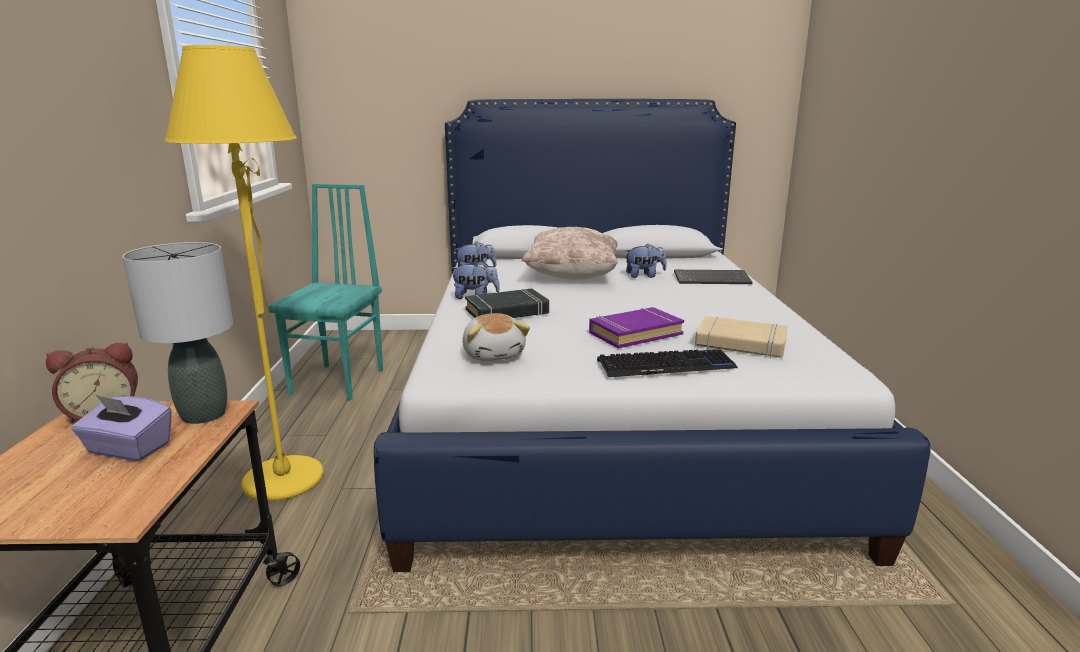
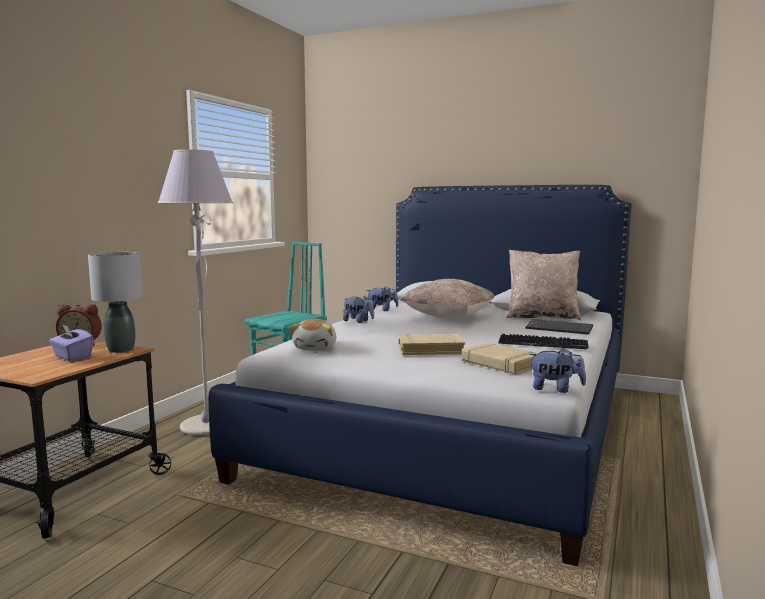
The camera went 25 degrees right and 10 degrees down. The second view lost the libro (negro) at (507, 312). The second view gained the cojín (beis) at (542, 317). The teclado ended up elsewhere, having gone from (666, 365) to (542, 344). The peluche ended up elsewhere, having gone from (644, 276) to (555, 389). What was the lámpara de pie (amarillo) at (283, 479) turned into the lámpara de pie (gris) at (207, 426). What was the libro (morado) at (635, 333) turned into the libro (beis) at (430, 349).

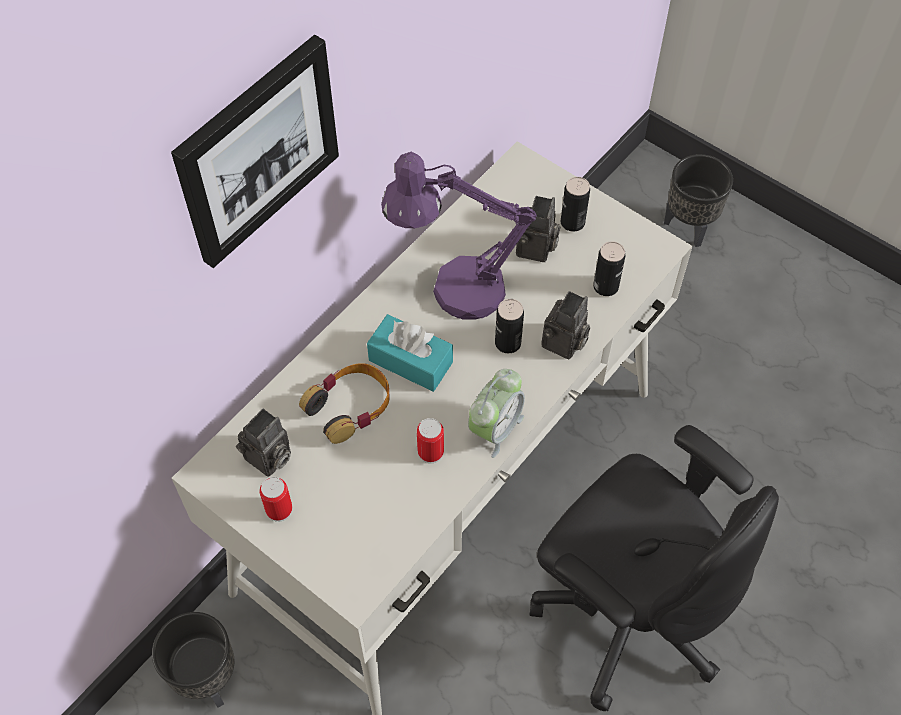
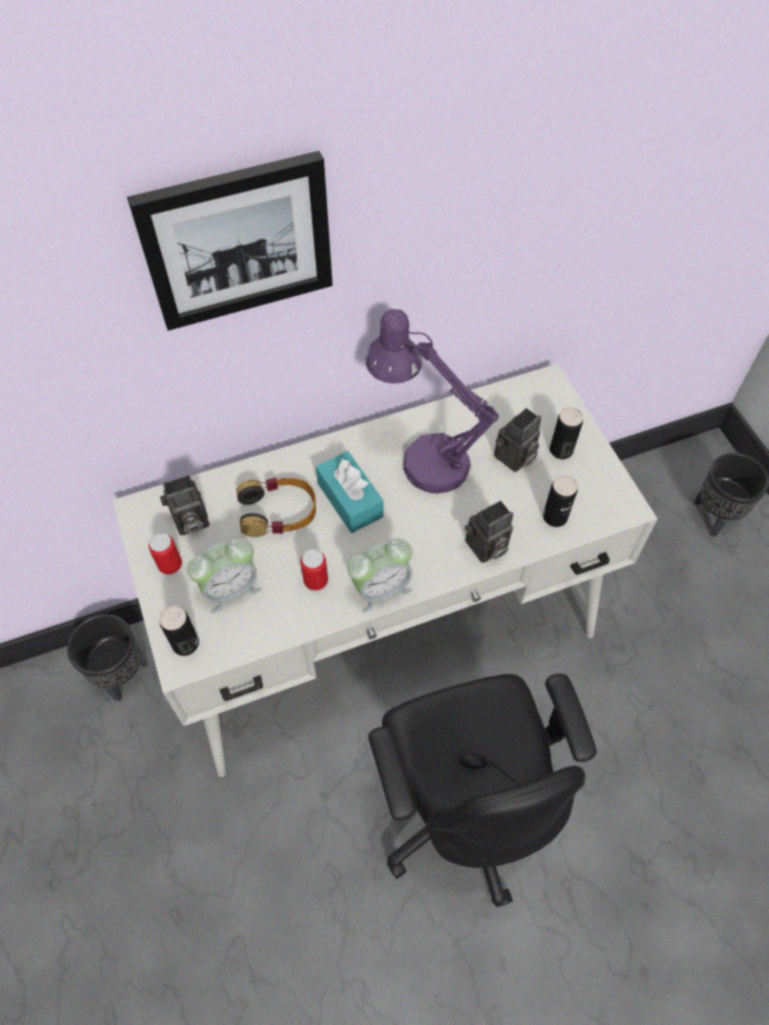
The camera went 30 degrees right and 0 degrees up. The second view gained the despertador at (230, 589). The lata ended up elsewhere, having gone from (508, 343) to (185, 643).

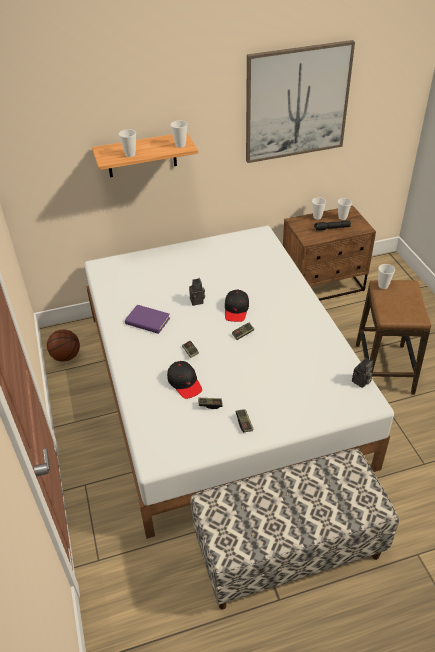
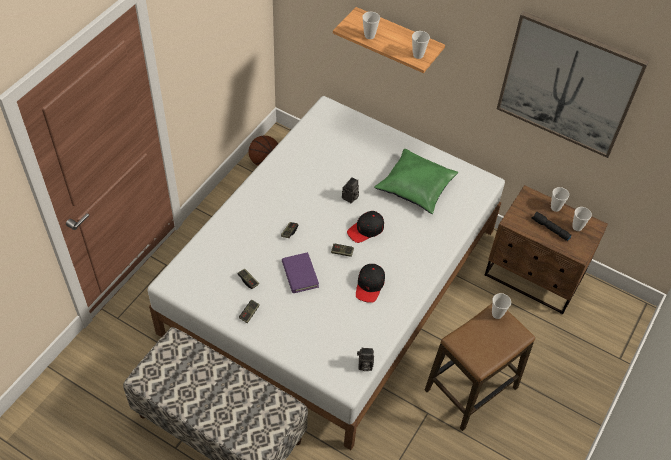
The camera went 45 degrees right and 10 degrees up. The second view gained the cojín (verde) at (416, 187). The libro (morado) ended up elsewhere, having gone from (147, 321) to (300, 274). The gorra (negro) ended up elsewhere, having gone from (184, 383) to (369, 285).

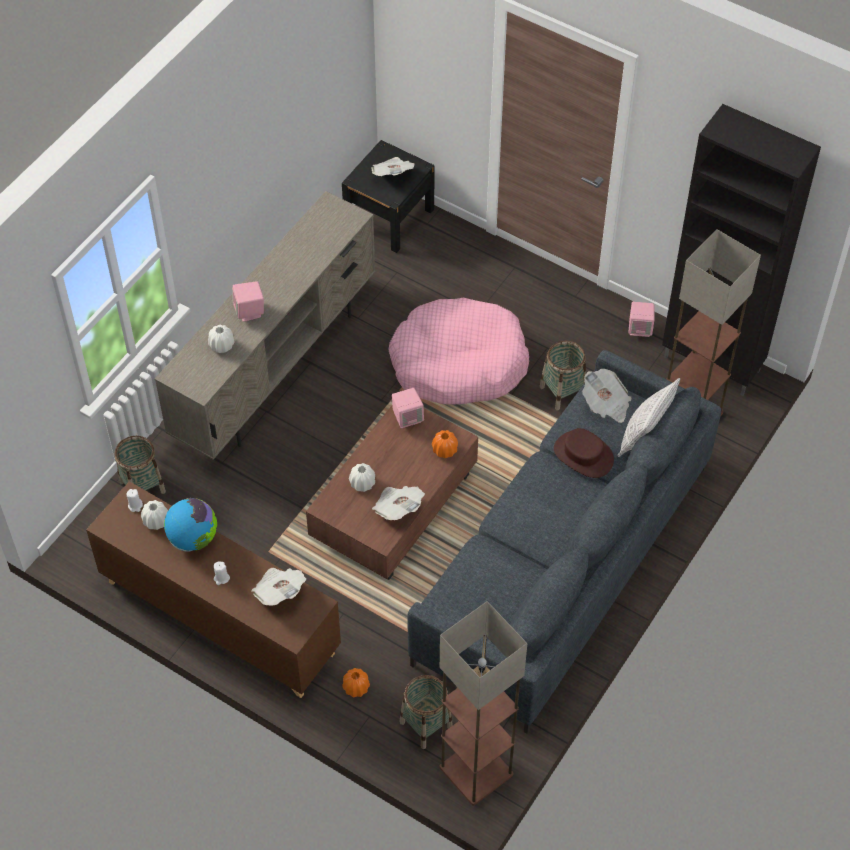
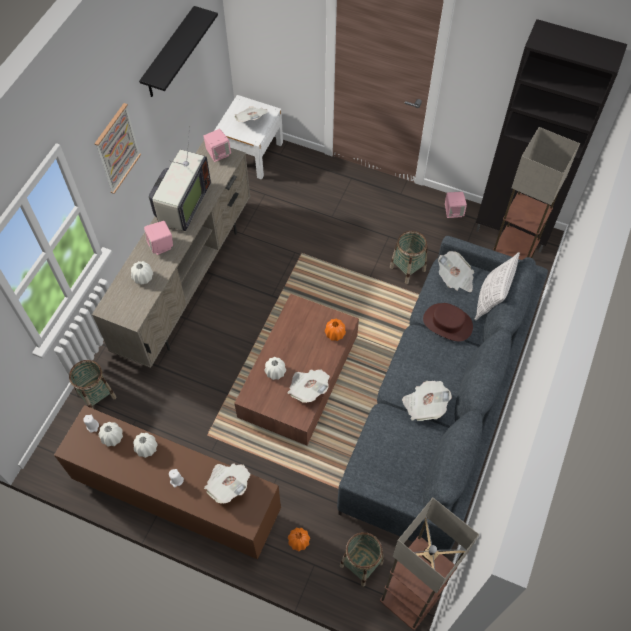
The camera went 10 degrees left and 5 degrees up. The second view lost the cama para perro (rosa) at (458, 363). The second view gained the cuadro at (117, 148). The second view gained the estante (negro) at (169, 54). The second view gained the televisor at (182, 205). The second view gained the periódico at (424, 405). The altavoz (rosa) ended up elsewhere, having gone from (408, 418) to (218, 154). Where the globo terráqueo stood at (193, 538), the florero (blanco) came to stand at (146, 448). What was the mesita de noche (negro) at (389, 218) turned into the mesita de noche (blanco) at (251, 153).

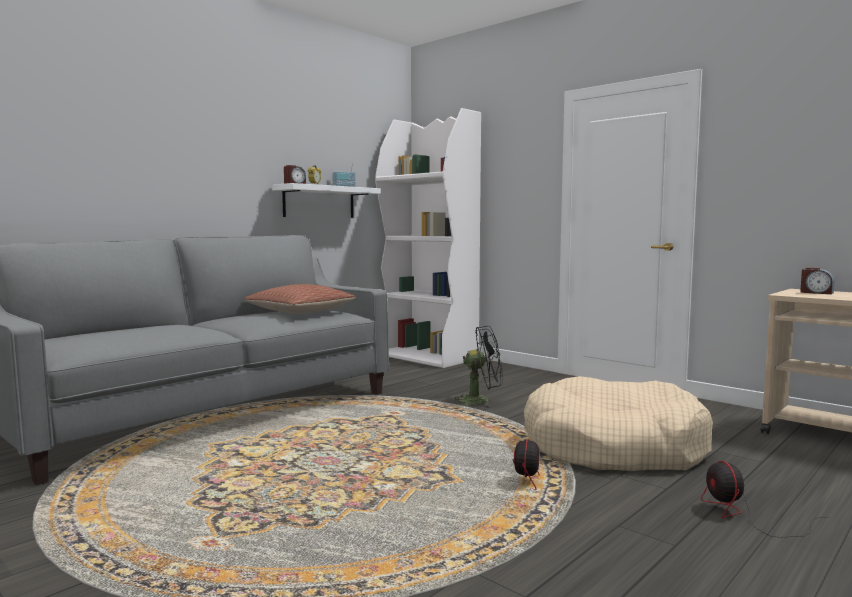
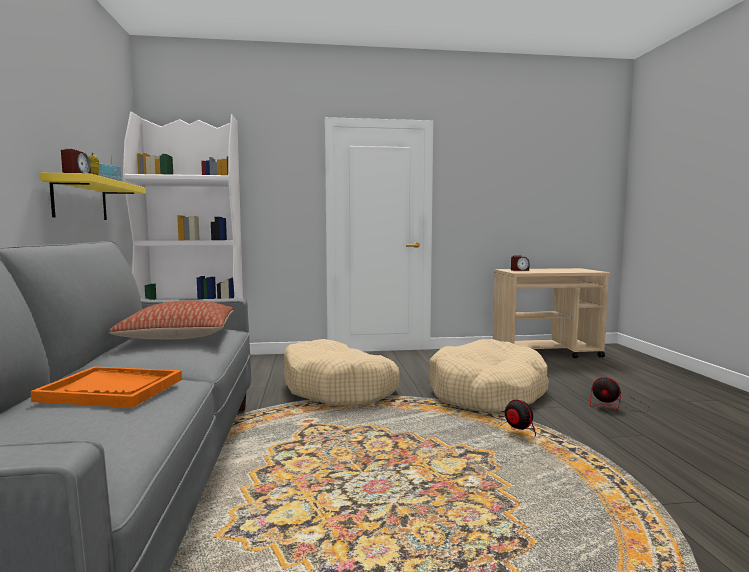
The camera went 50 degrees left and 0 degrees up. The second view gained the bandeja (naranja) at (112, 390). Where the ventilador (negro) stood at (480, 401), the cama para perro (beis) came to stand at (338, 388). What was the estante (blanco) at (319, 202) turned into the estante (amarillo) at (80, 199).

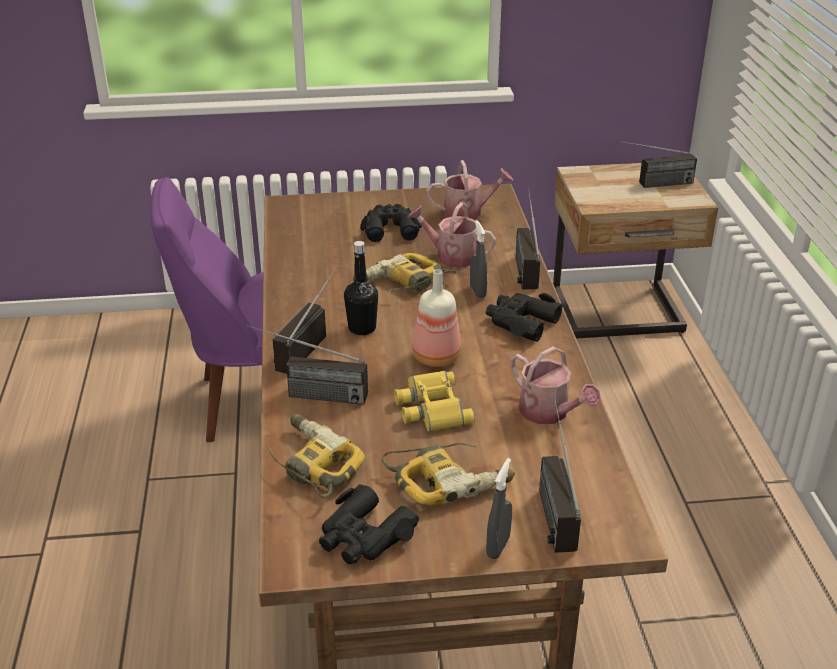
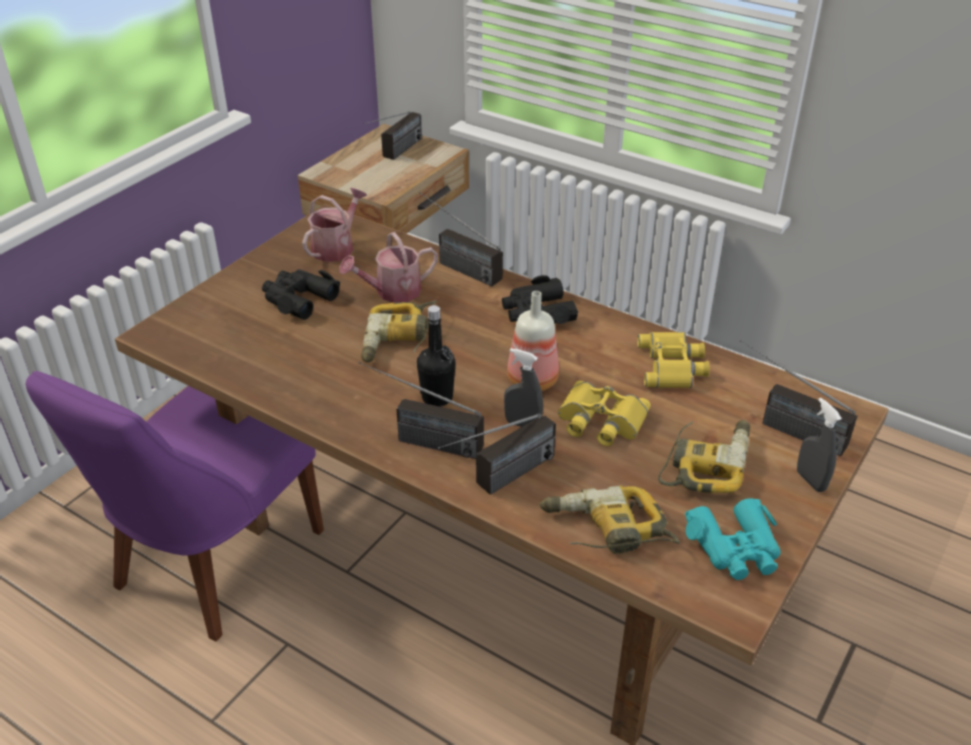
The camera went 50 degrees left and 5 degrees up. The pulverizador (gris) ended up elsewhere, having gone from (477, 292) to (522, 424). Where the regadera stood at (549, 413), the prismáticos (amarillo) came to stand at (673, 366). What was the prismáticos (negro) at (364, 537) turned into the prismáticos (turquesa) at (735, 548). The radio at (308, 342) ended up facing another way, 45 degrees counterclockwise from before.

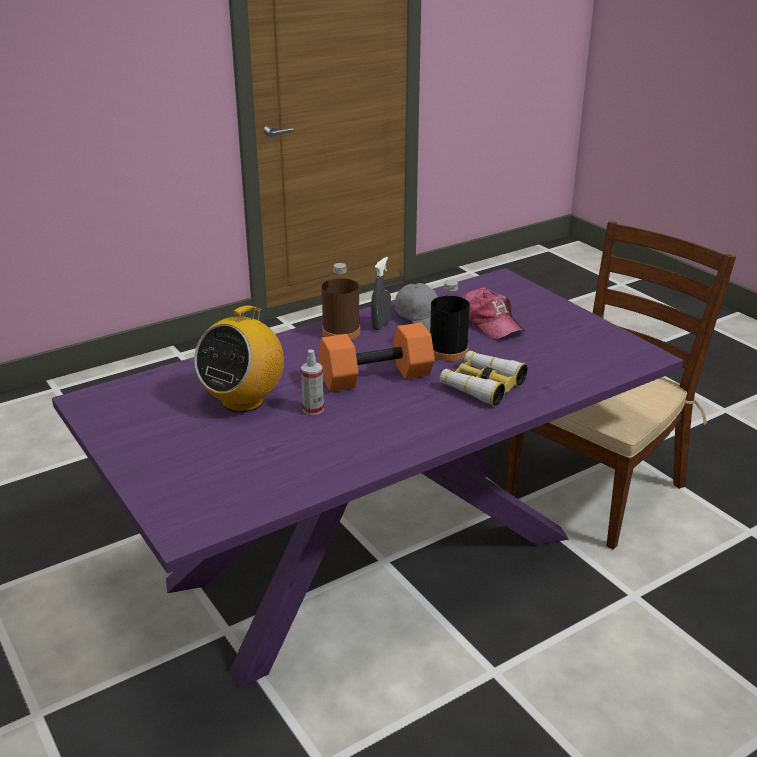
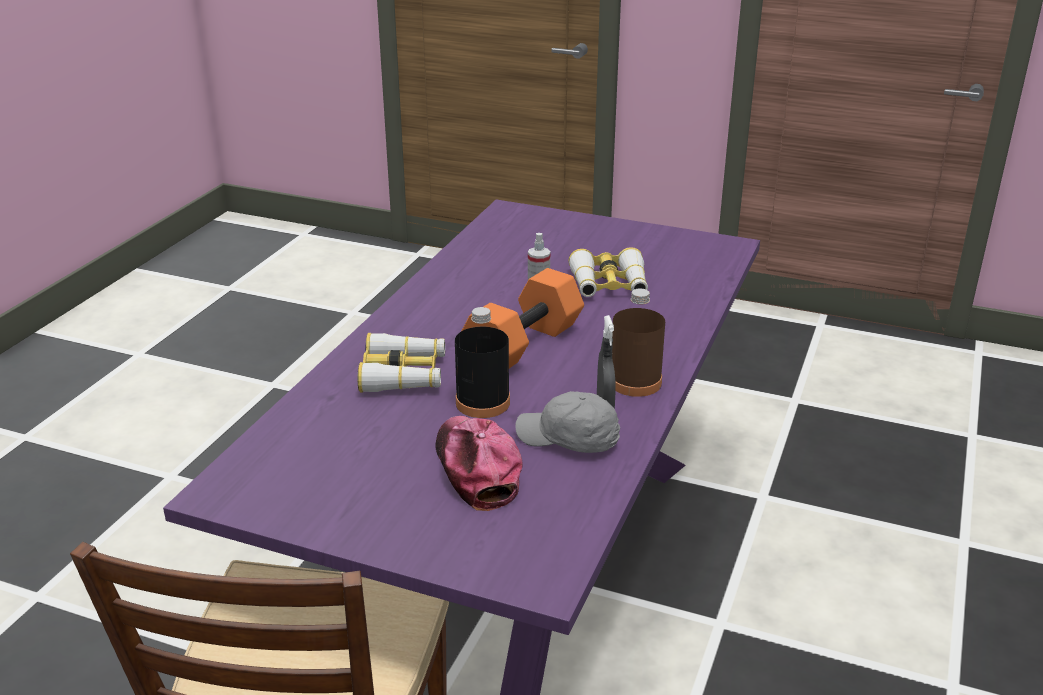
The camera went 145 degrees right and 0 degrees up. Where the radio stood at (243, 400), the prismáticos came to stand at (609, 285). The gorra at (489, 322) ended up facing another way, 45 degrees clockwise from before.

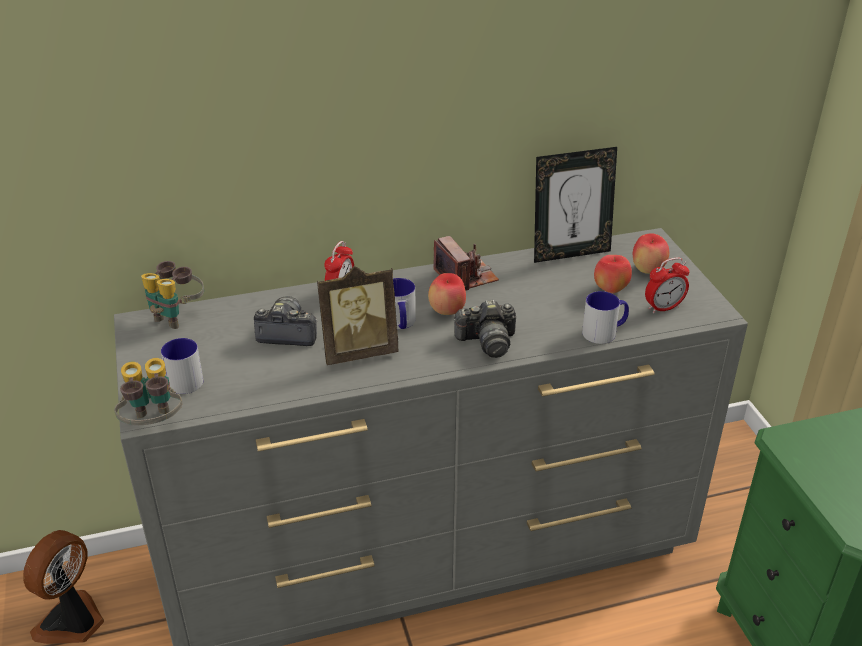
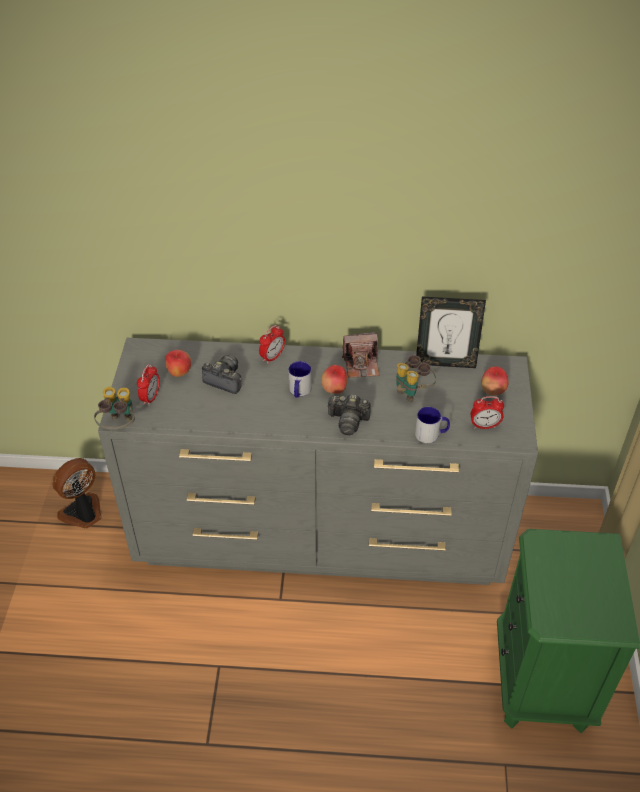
The camera went 20 degrees right and 10 degrees up. The second view lost the portarretratos at (359, 351). The prismáticos ended up elsewhere, having gone from (177, 316) to (412, 391). The manzana ended up elsewhere, having gone from (610, 290) to (179, 373). Where the taza grande stood at (186, 378), the despertador came to stand at (151, 397). The cámara at (465, 277) ended up facing another way, 90 degrees clockwise from before.

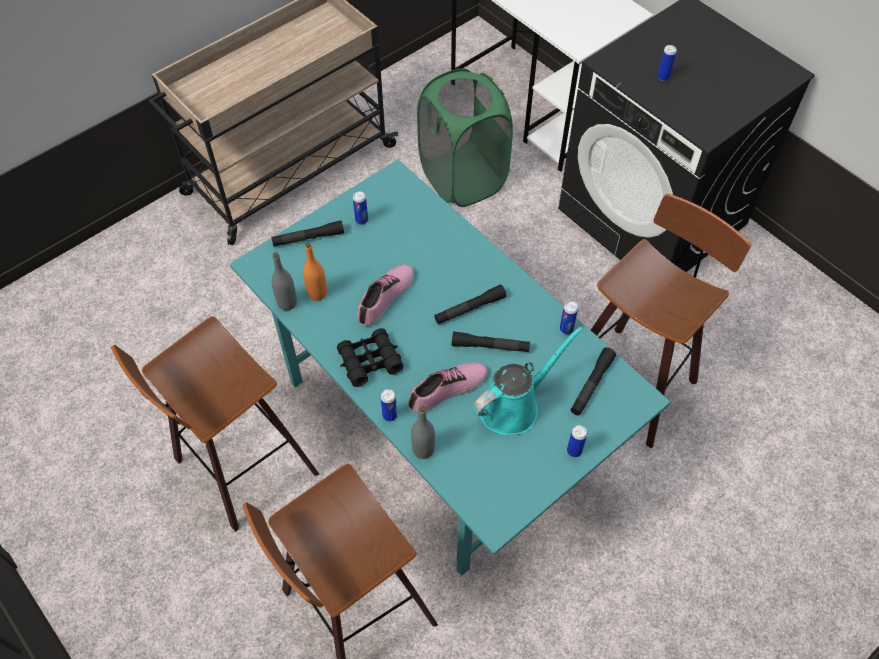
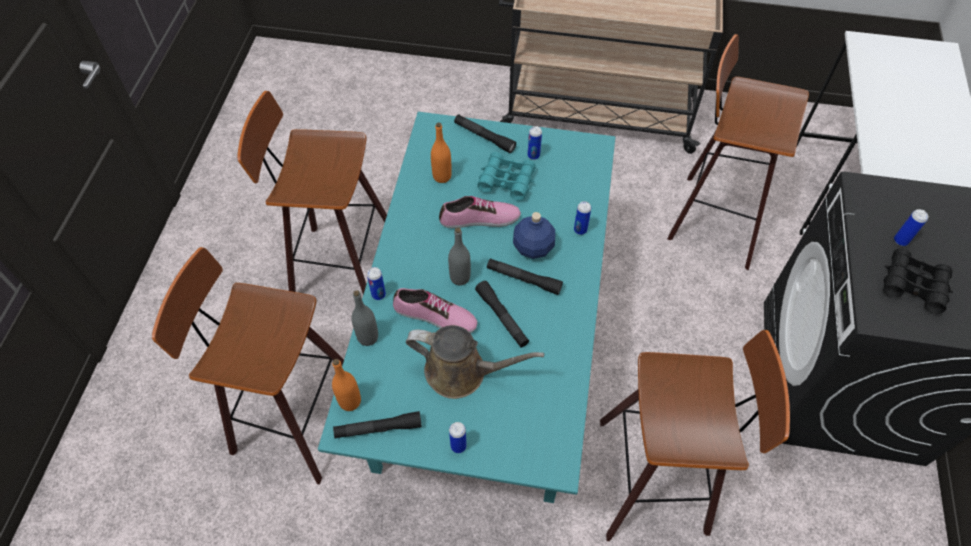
The camera went 50 degrees right and 0 degrees up. The second view gained the botella (naranja) at (350, 401). The second view gained the prismáticos (turquesa) at (506, 181). The second view gained the botella (azul) at (533, 248). The botella (gris) ended up elsewhere, having gone from (287, 303) to (460, 277). The prismáticos (negro) ended up elsewhere, having gone from (369, 361) to (913, 285). The lata ended up elsewhere, having gone from (566, 329) to (580, 230). The linterna (negro) ended up elsewhere, having gone from (591, 385) to (378, 428). Where the cesto de la ropa (verde) stood at (462, 178), the taburete came to stand at (714, 217). What was the regadera (turquesa) at (513, 405) turned into the regadera (marrón) at (462, 372).

